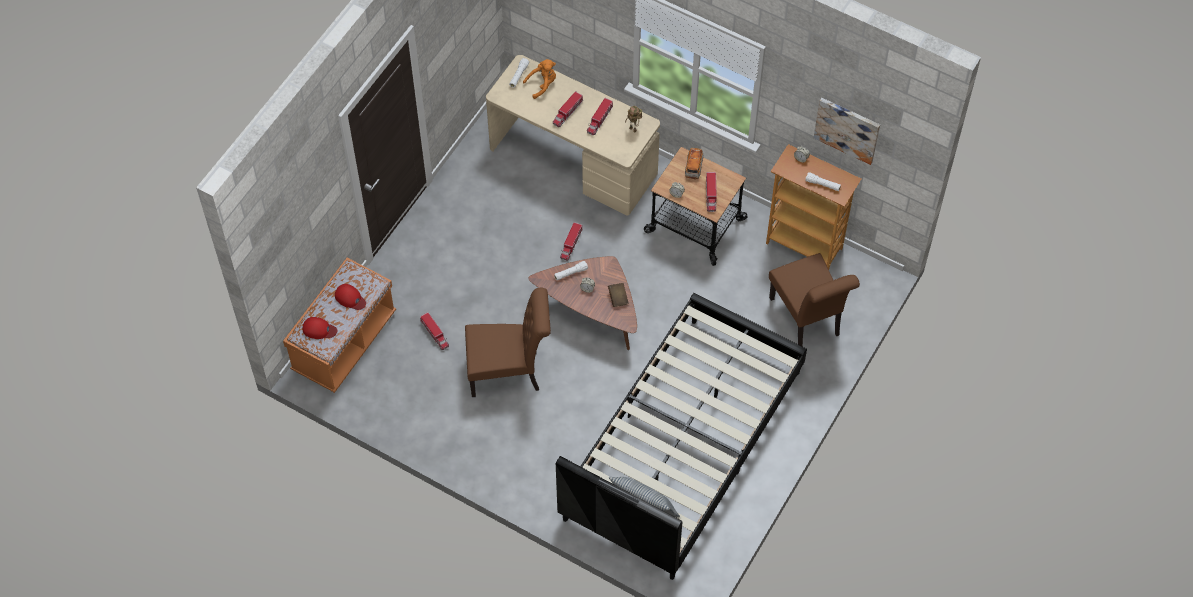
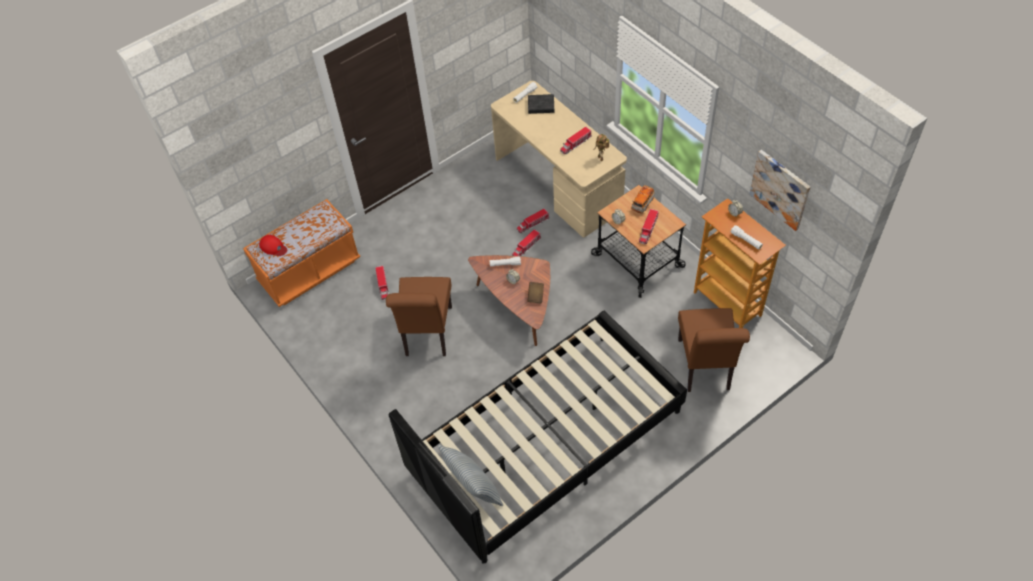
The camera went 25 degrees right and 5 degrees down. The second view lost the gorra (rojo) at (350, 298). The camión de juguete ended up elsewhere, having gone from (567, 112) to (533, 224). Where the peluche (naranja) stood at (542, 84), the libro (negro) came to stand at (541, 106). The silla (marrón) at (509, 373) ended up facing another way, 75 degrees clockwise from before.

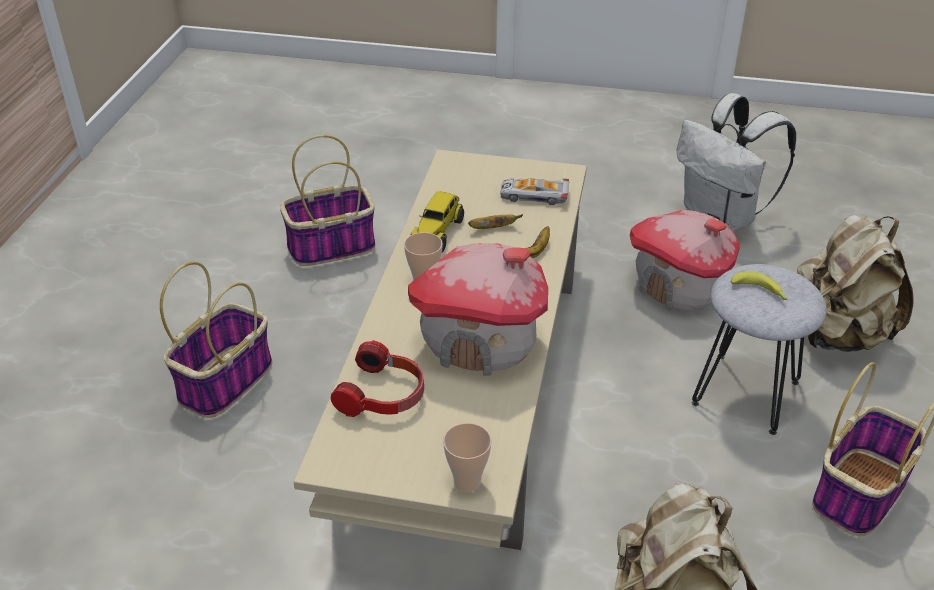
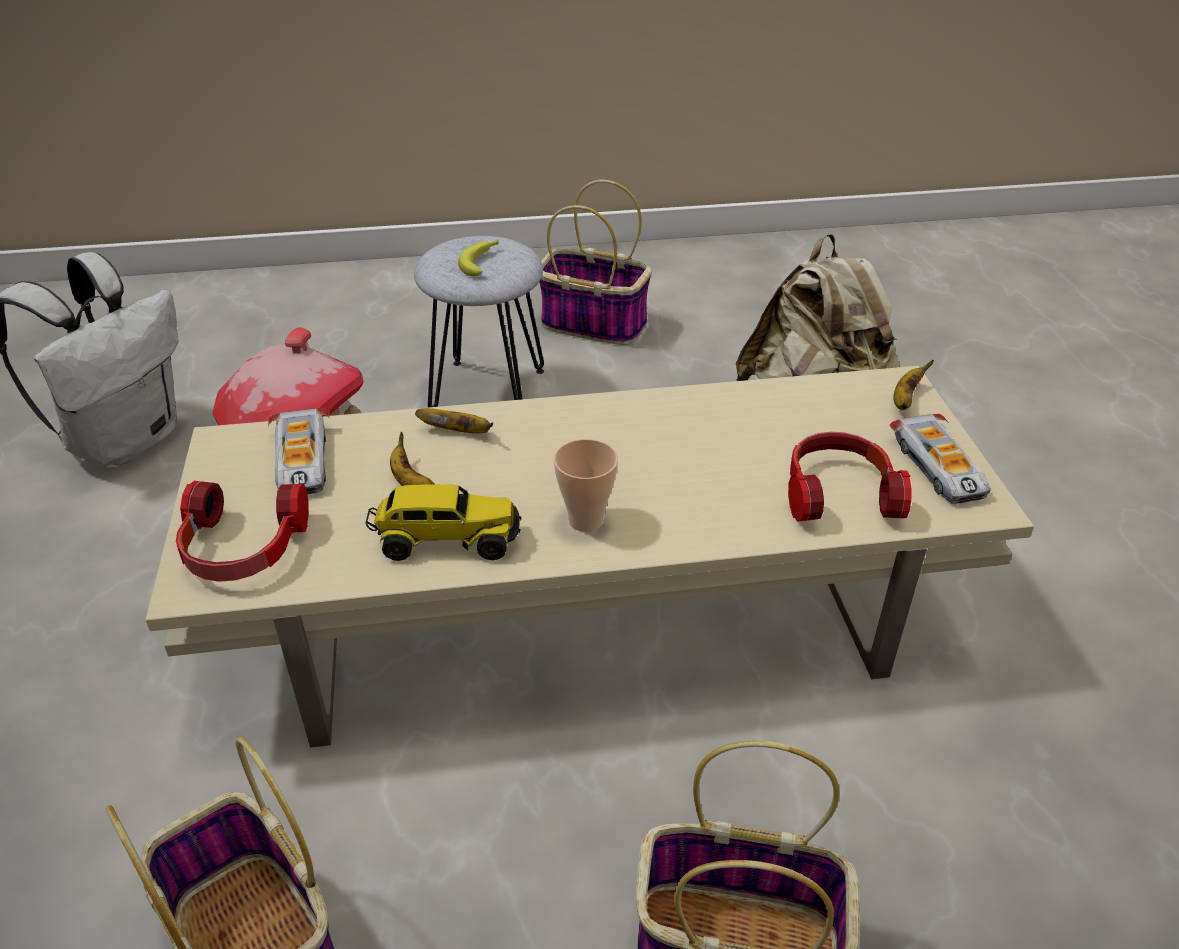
The camera went 110 degrees left and 0 degrees up. The second view lost the casita at (481, 341). The second view lost the mochila (beis) at (837, 334). The second view gained the auriculares at (242, 549). The second view gained the coche de juguete at (939, 467). Where the taza stood at (467, 481), the plátano came to stand at (905, 399).

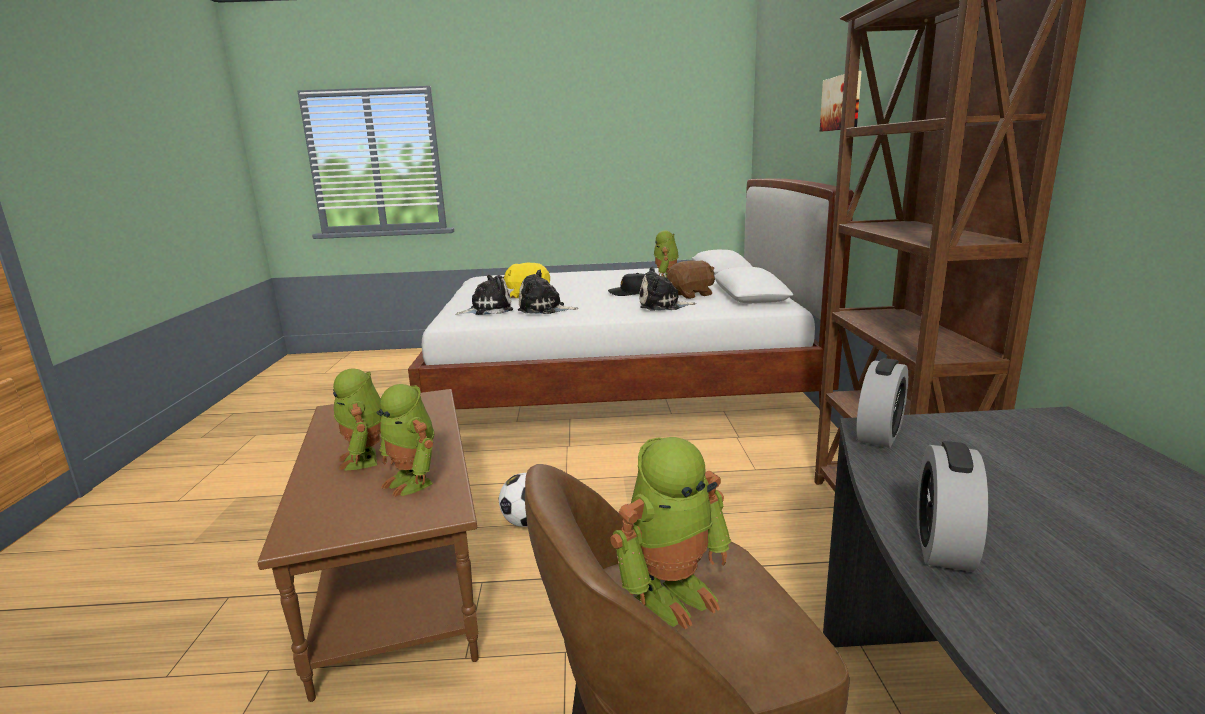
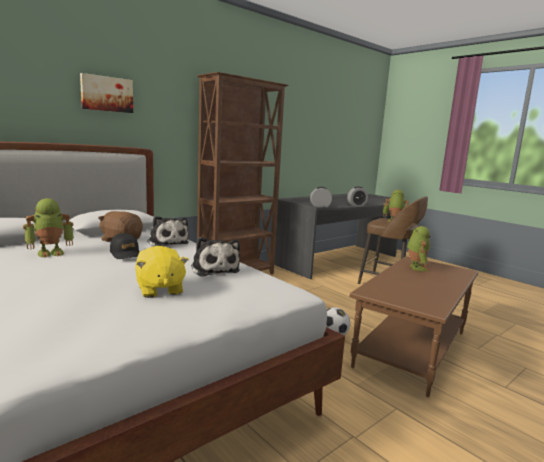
The camera went 130 degrees left and 5 degrees down. The second view lost the robot de juguete at (366, 459). The second view lost the peluche at (488, 310).

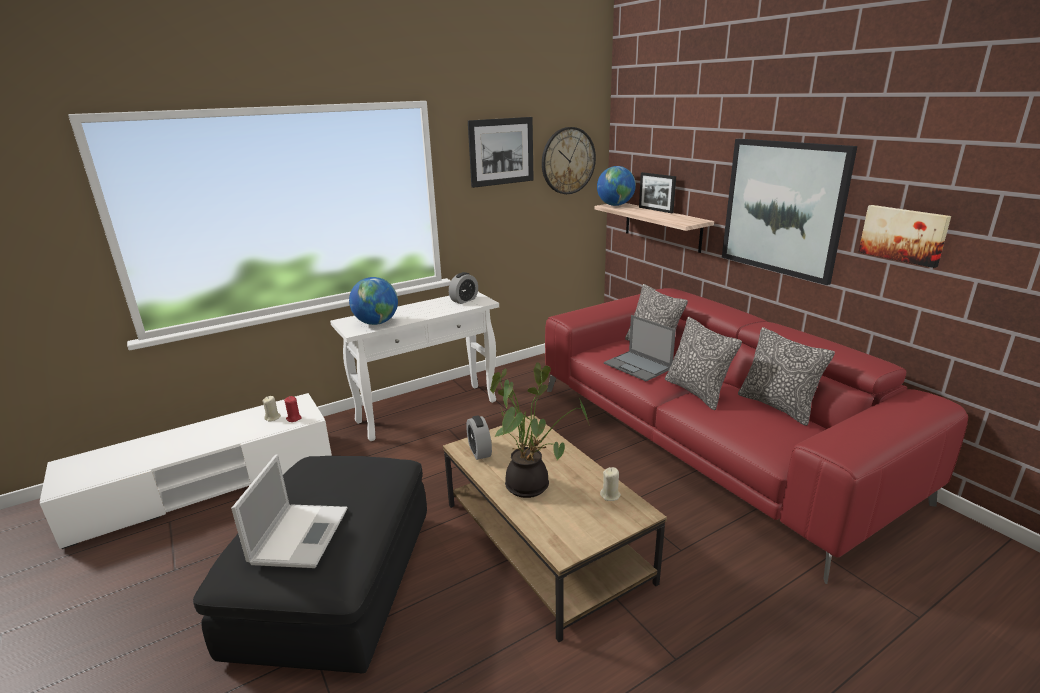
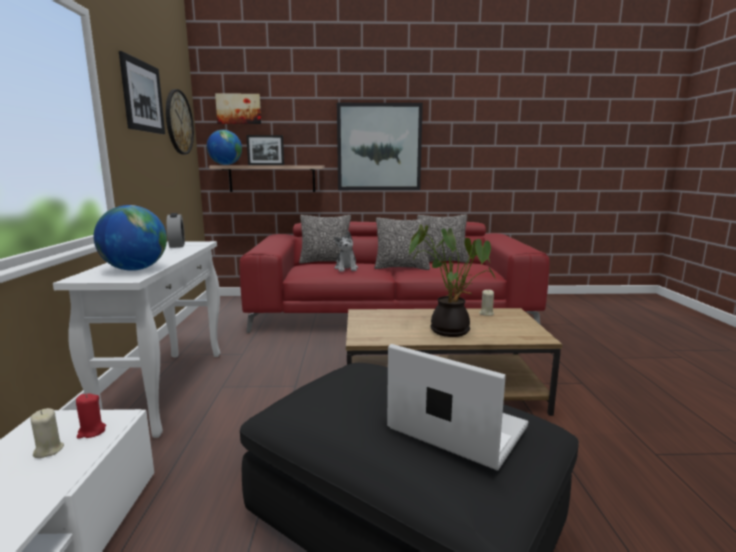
The camera went 60 degrees left and 10 degrees down. The second view lost the despertador at (479, 451). The cuadro ended up elsewhere, having gone from (903, 234) to (239, 109). Where the portátil stood at (638, 366), the peluche came to stand at (346, 268).

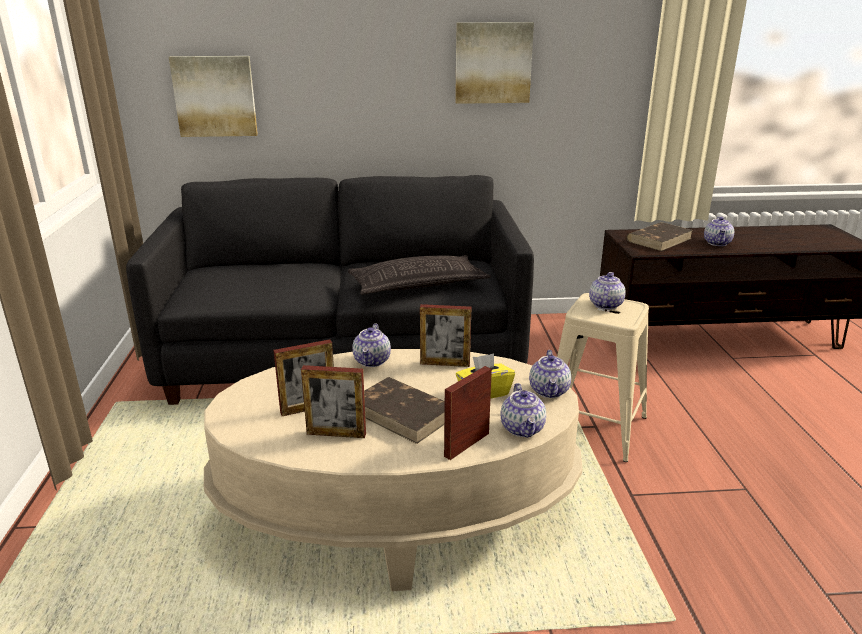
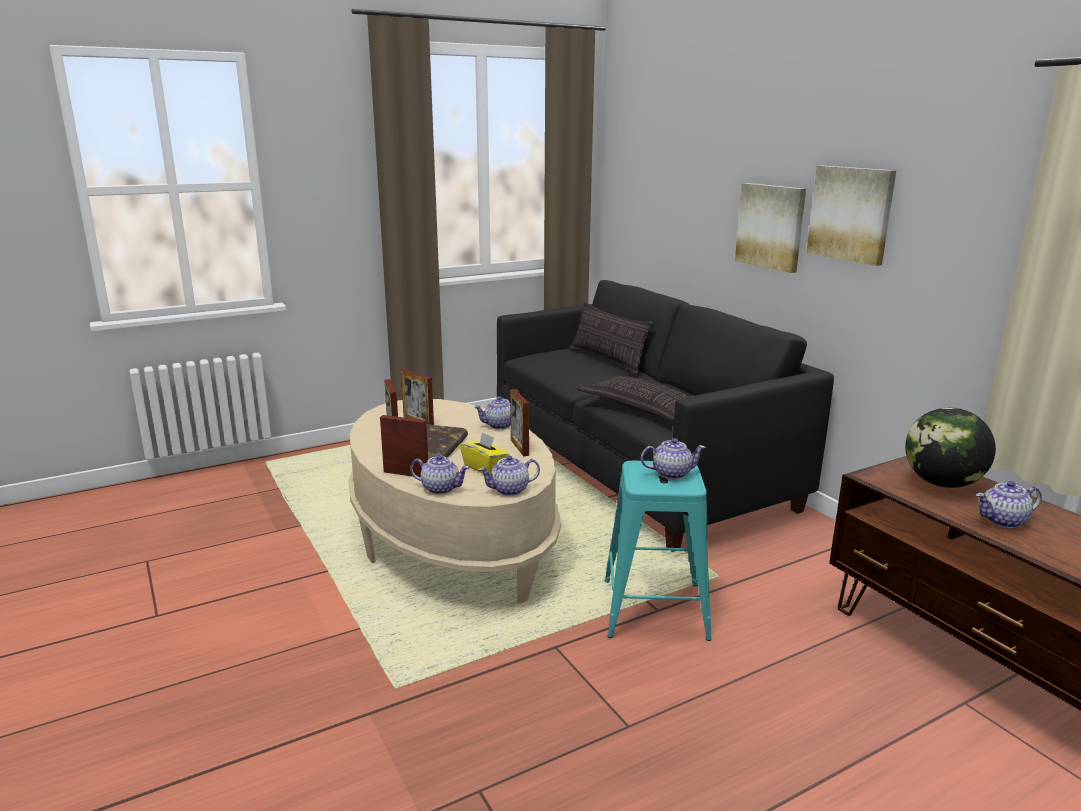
The camera went 65 degrees right and 5 degrees down. The second view gained the cojín at (607, 360). The cuadro ended up elsewhere, having gone from (215, 96) to (771, 226). Where the libro (marrón) stood at (659, 239), the globo terráqueo came to stand at (942, 483). What was the taburete (beis) at (594, 427) turned into the taburete (turquesa) at (655, 609). The tetera at (523, 429) ended up facing another way, 135 degrees counterclockwise from before.

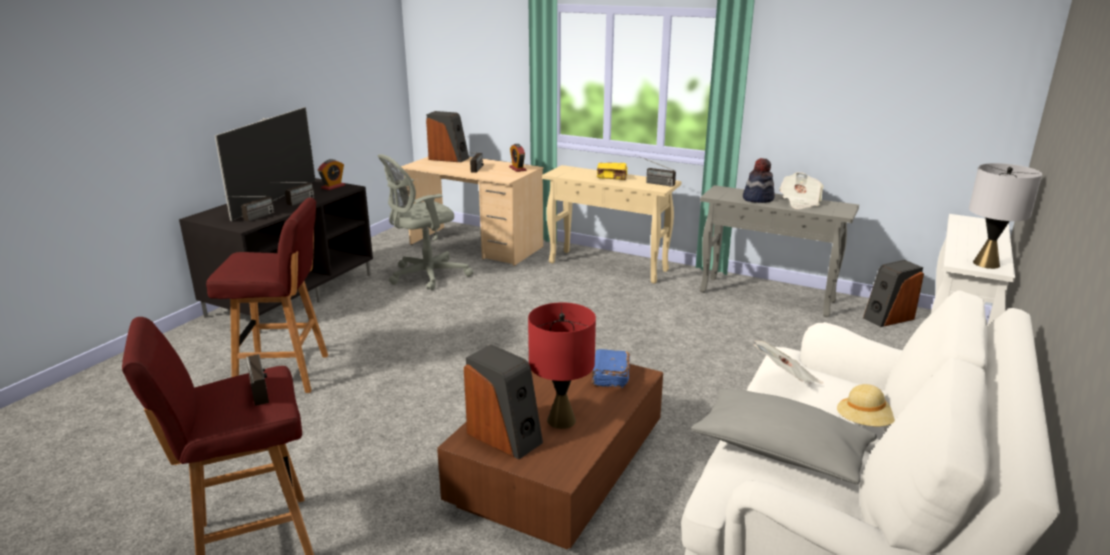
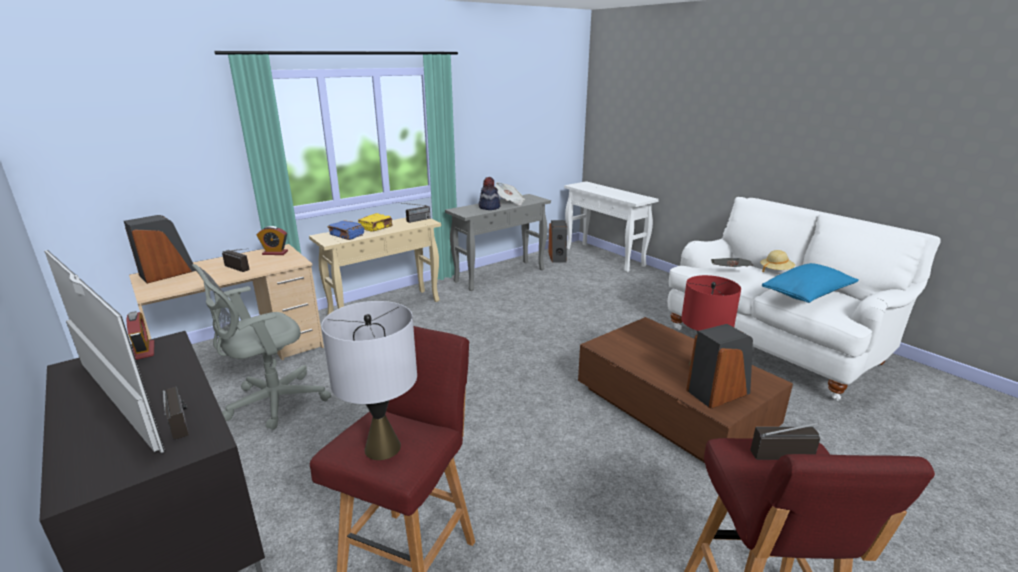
The camera went 65 degrees left and 0 degrees up. The second view lost the radio at (295, 203). The libro (azul) ended up elsewhere, having gone from (609, 376) to (347, 235). The lámpara de mesa (gris) ended up elsewhere, having gone from (986, 264) to (382, 447). What was the cojín (gris) at (780, 452) turned into the cojín (azul) at (807, 295). The silla de oficina (gris) at (425, 276) ended up facing another way, 60 degrees clockwise from before.

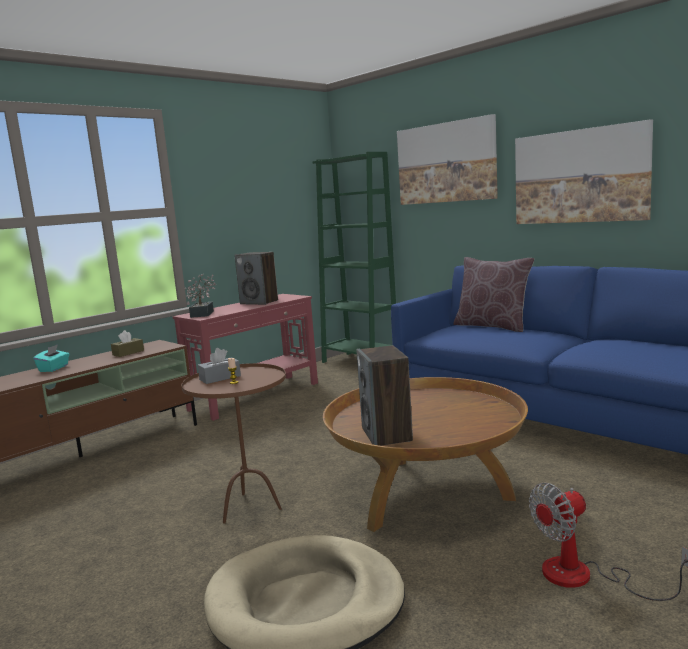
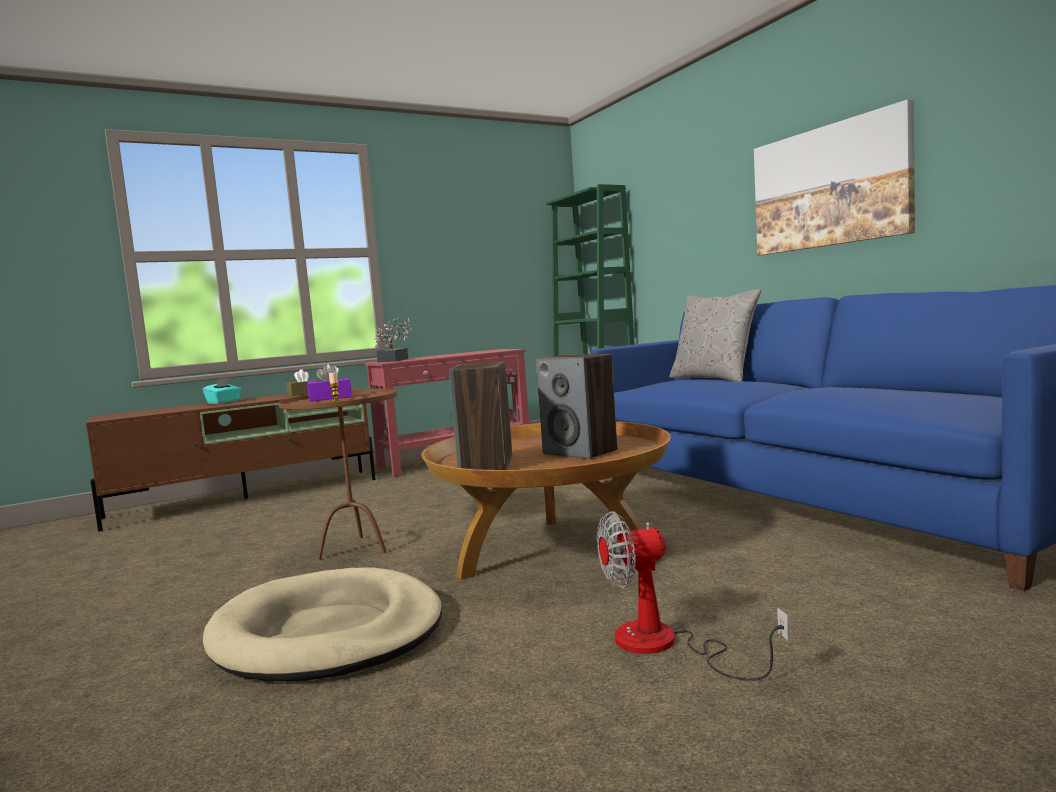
The camera went 15 degrees right and 5 degrees down. The second view lost the cuadro at (446, 163). The altavoz ended up elsewhere, having gone from (259, 302) to (581, 452). What was the caja de pañuelos (gris) at (220, 378) turned into the caja de pañuelos (morado) at (330, 398). What was the cojín (marrón) at (492, 326) turned into the cojín (gris) at (714, 378).

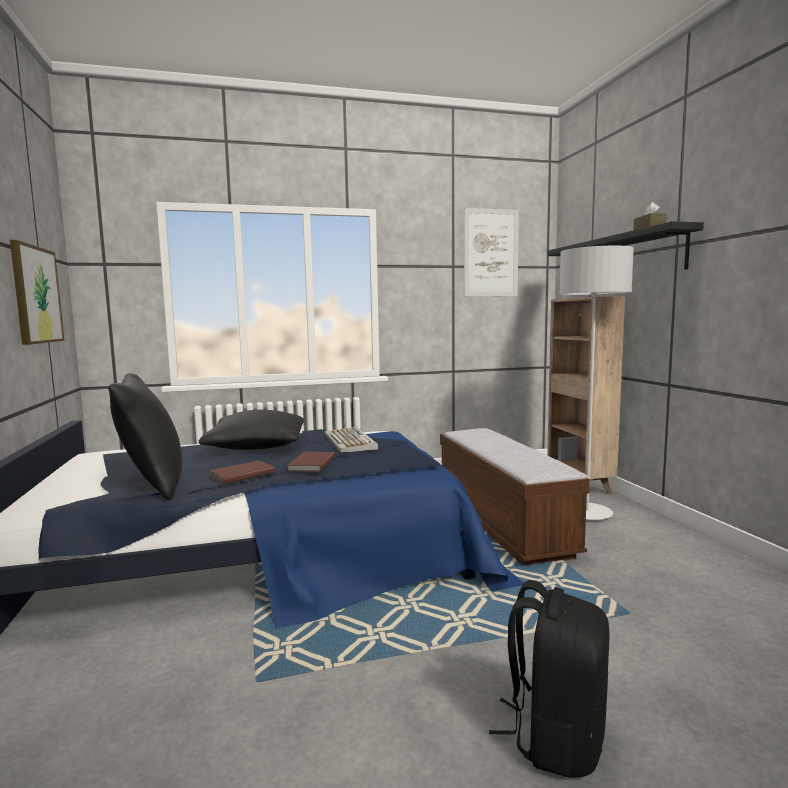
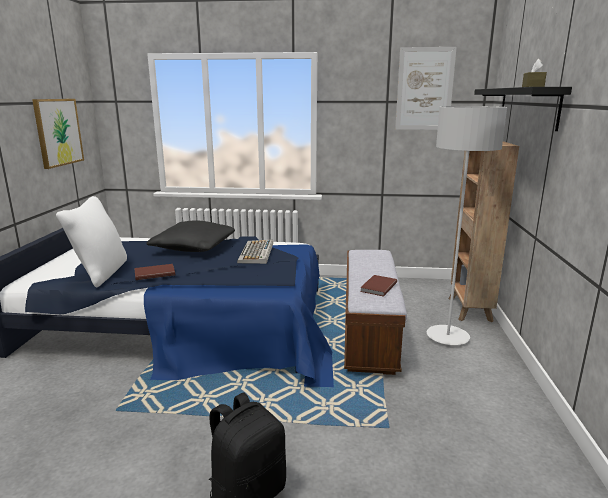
The camera went 20 degrees right and 10 degrees up. The libro (marrón) ended up elsewhere, having gone from (310, 464) to (377, 287). What was the cojín (negro) at (153, 485) turned into the cojín (blanco) at (101, 273).

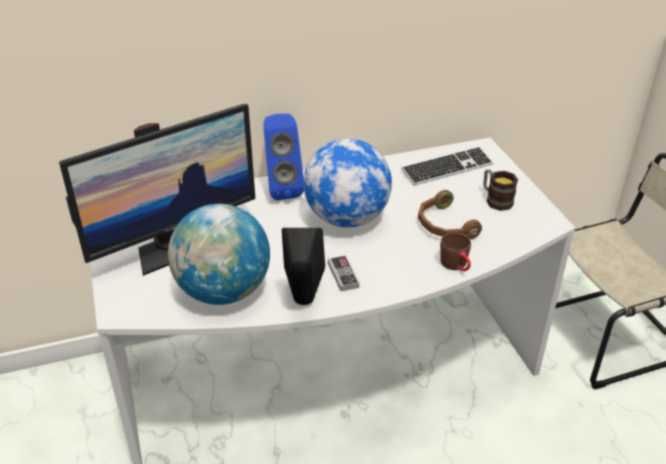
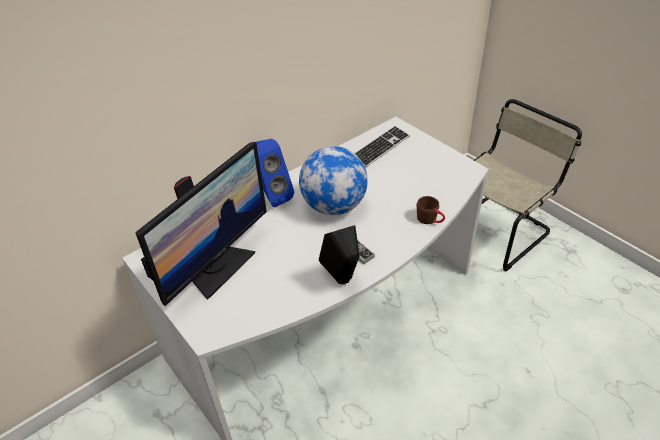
The camera went 20 degrees left and 5 degrees up. The second view lost the globo terráqueo at (223, 291). The second view lost the auriculares (marrón) at (443, 225). The second view lost the taza grande at (495, 200).

